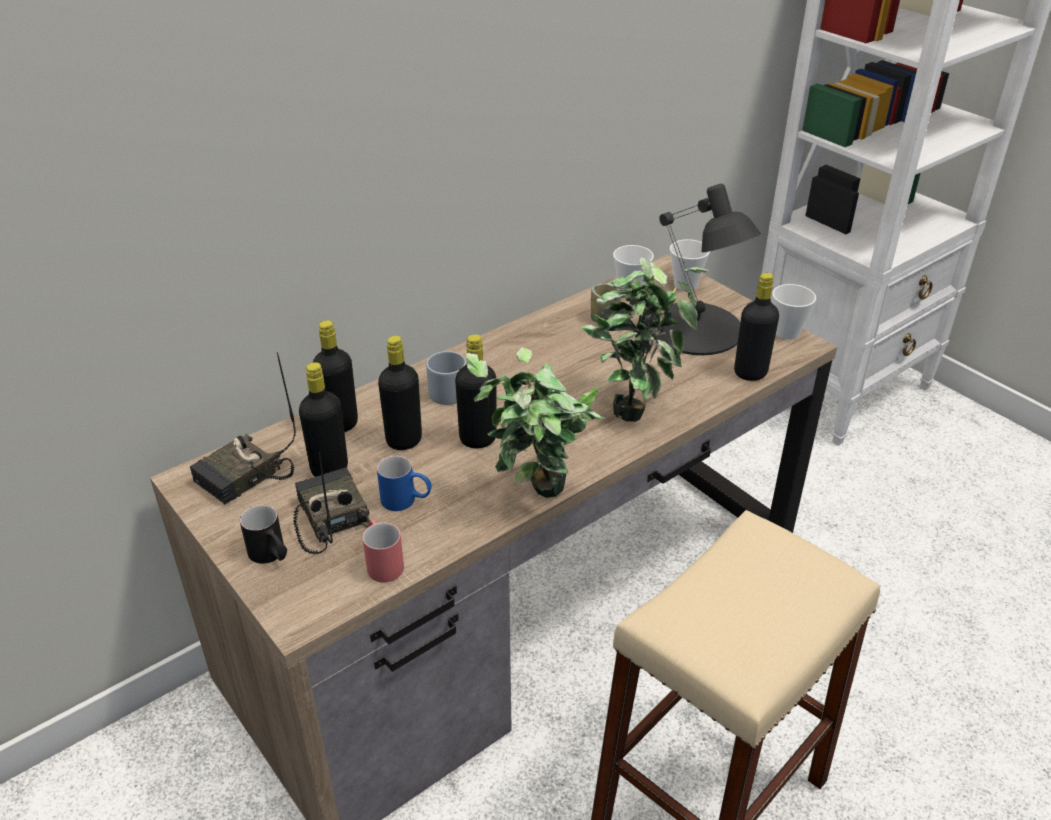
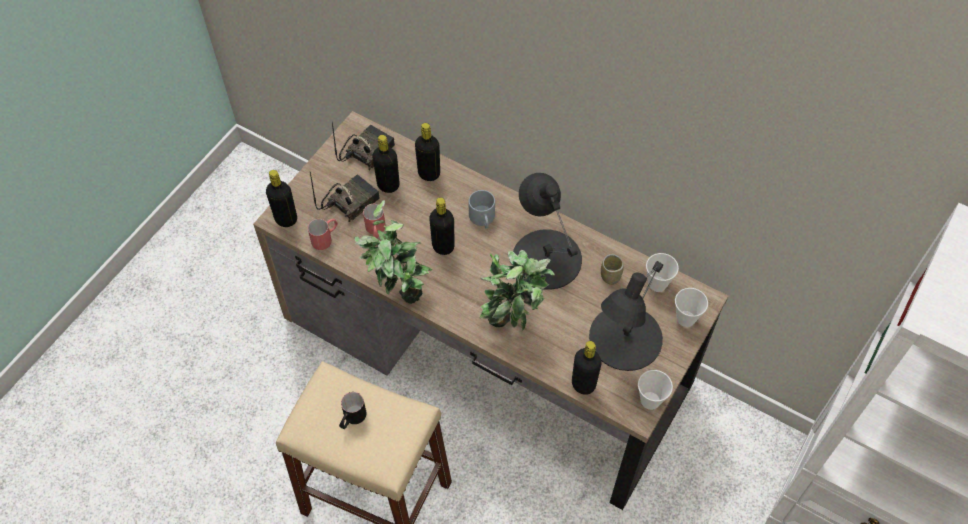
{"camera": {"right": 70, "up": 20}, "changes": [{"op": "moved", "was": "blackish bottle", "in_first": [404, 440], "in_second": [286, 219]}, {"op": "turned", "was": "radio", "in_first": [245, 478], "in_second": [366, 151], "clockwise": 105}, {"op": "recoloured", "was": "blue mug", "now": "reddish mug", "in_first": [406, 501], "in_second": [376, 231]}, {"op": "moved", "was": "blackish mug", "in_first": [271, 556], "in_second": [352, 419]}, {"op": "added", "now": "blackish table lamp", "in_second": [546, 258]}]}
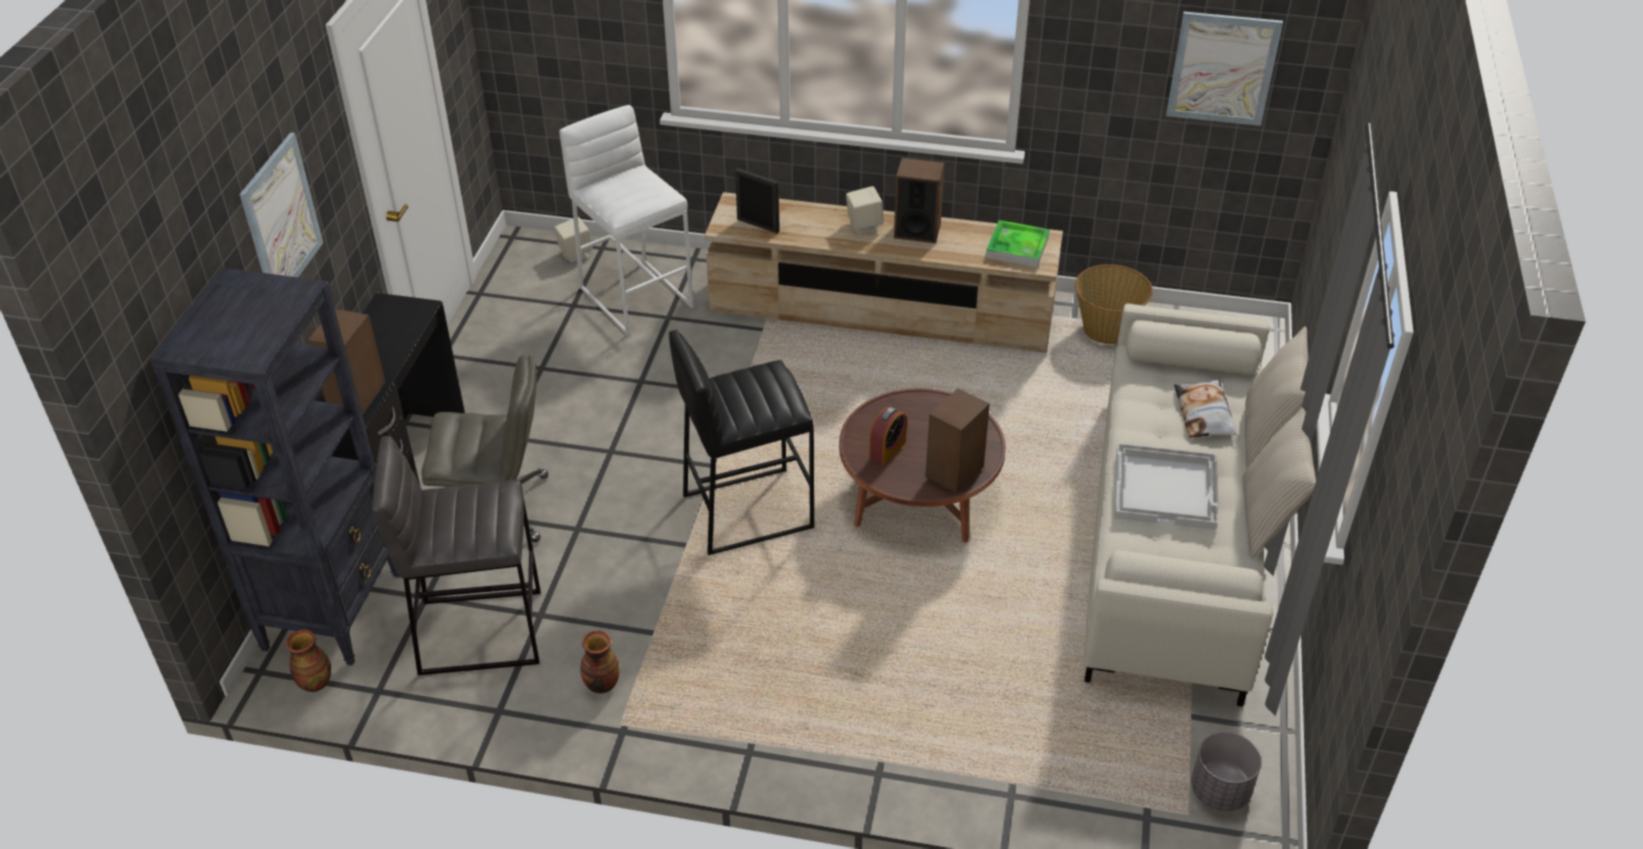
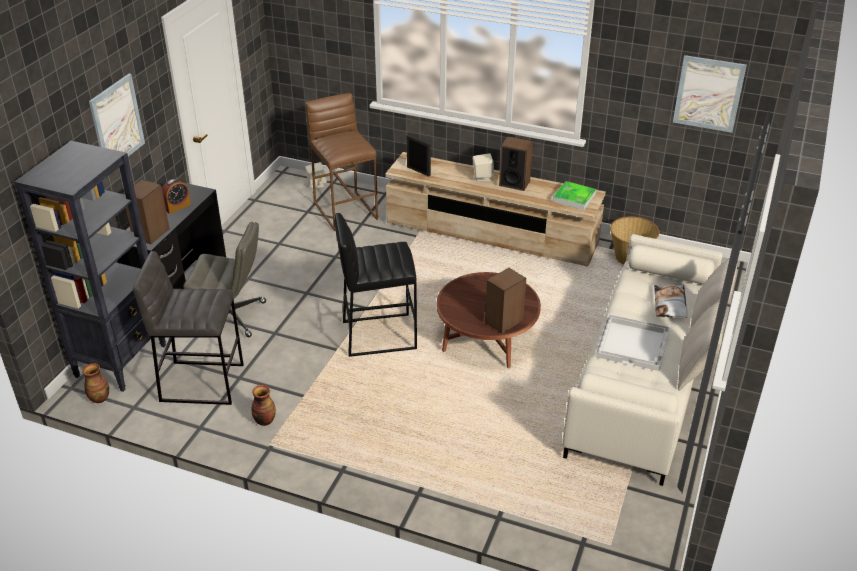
{"camera": {"right": 10, "up": -5}, "changes": [{"op": "recoloured", "was": "whitish stool", "now": "brownish stool", "in_first": [636, 296], "in_second": [346, 210]}, {"op": "moved", "was": "alarm clock", "in_first": [887, 449], "in_second": [177, 207]}, {"op": "removed", "was": "grey flower pot", "in_first": [1220, 790]}]}
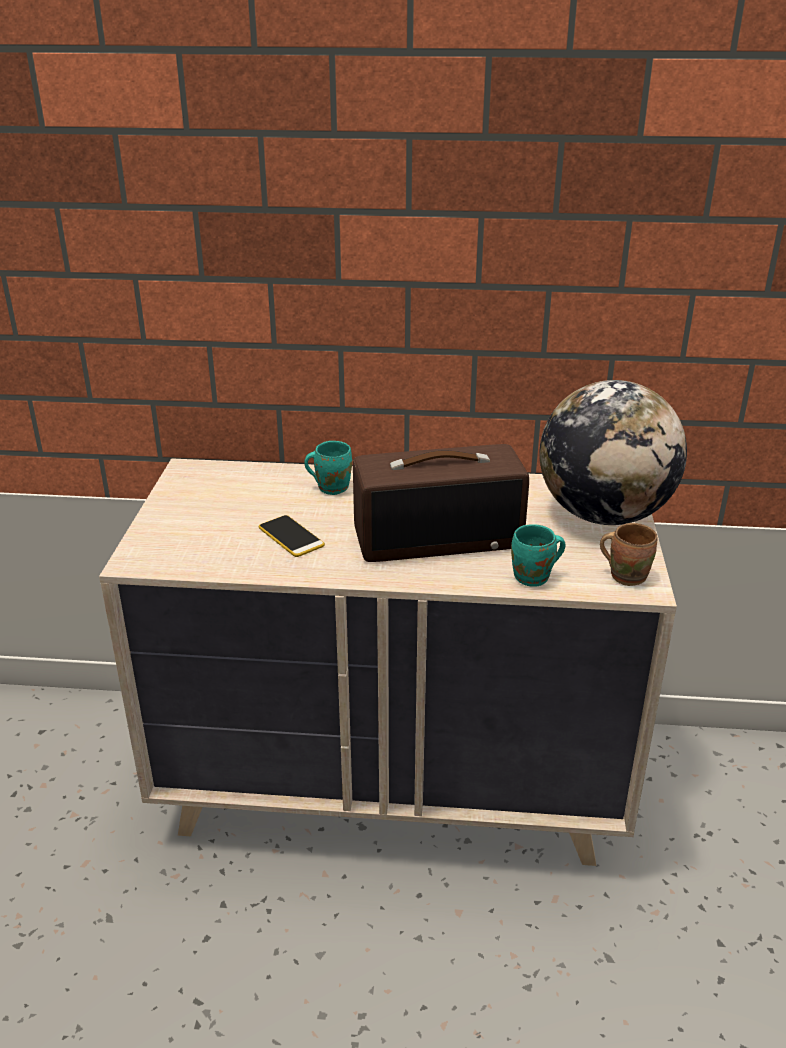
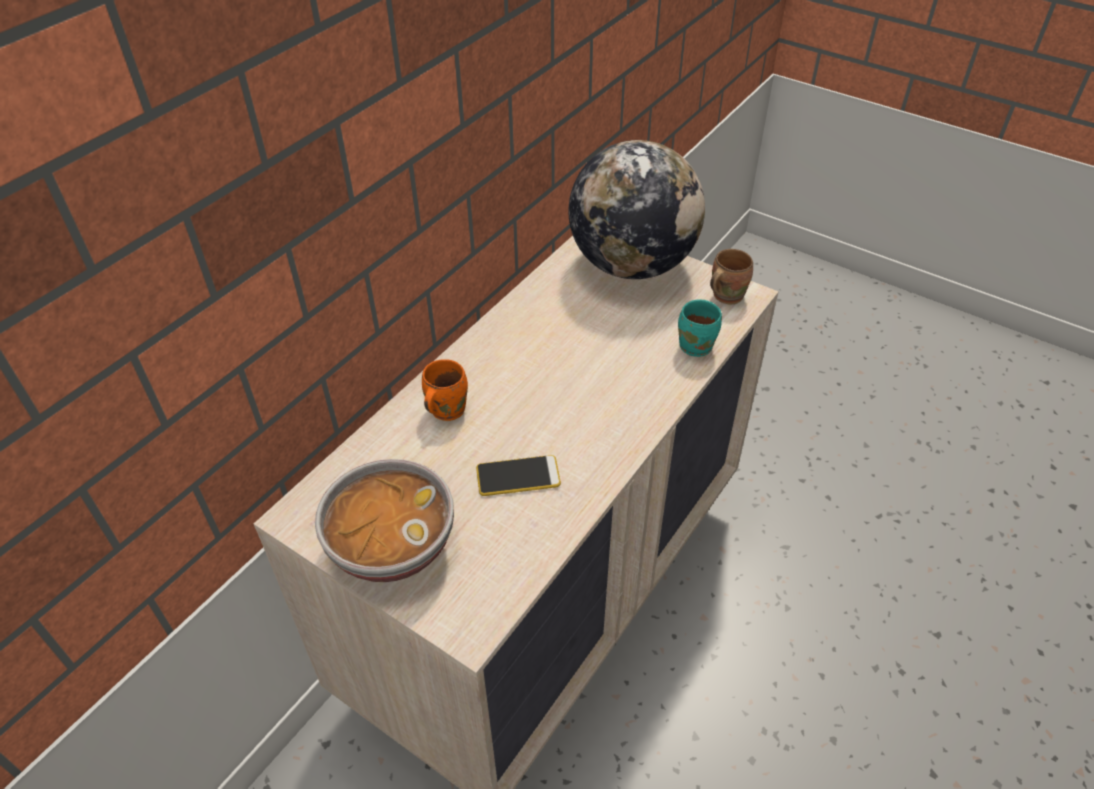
{"camera": {"right": -60, "up": 15}, "changes": [{"op": "recoloured", "was": "turquoise mug", "now": "orange-coloured mug", "in_first": [331, 487], "in_second": [444, 410]}, {"op": "removed", "was": "radio", "in_first": [438, 537]}, {"op": "added", "now": "deep dish", "in_second": [390, 545]}]}
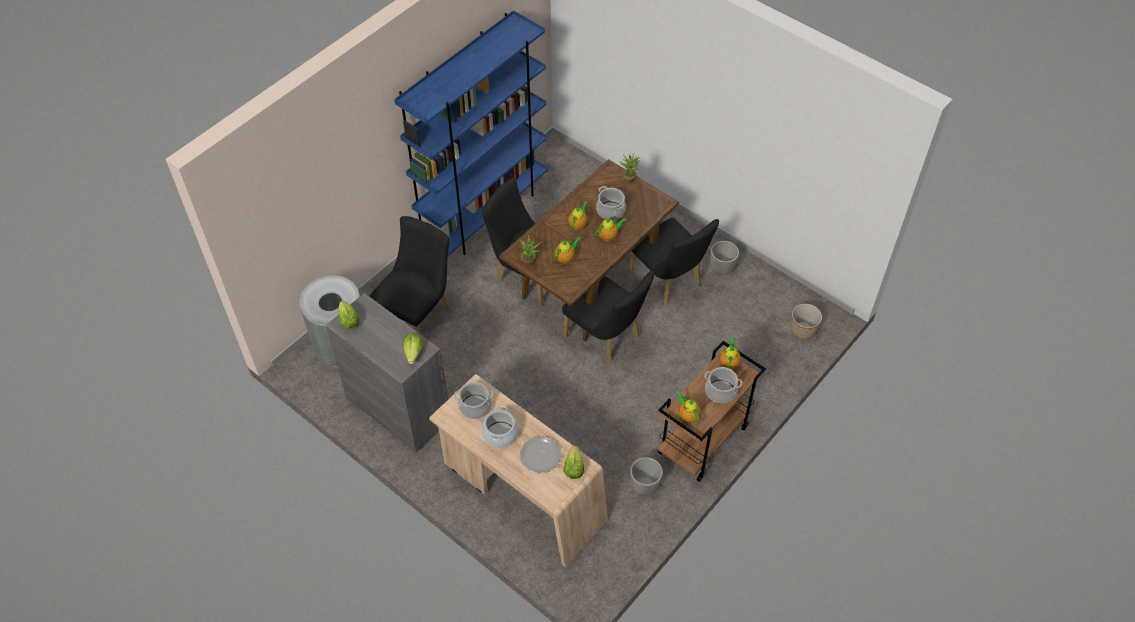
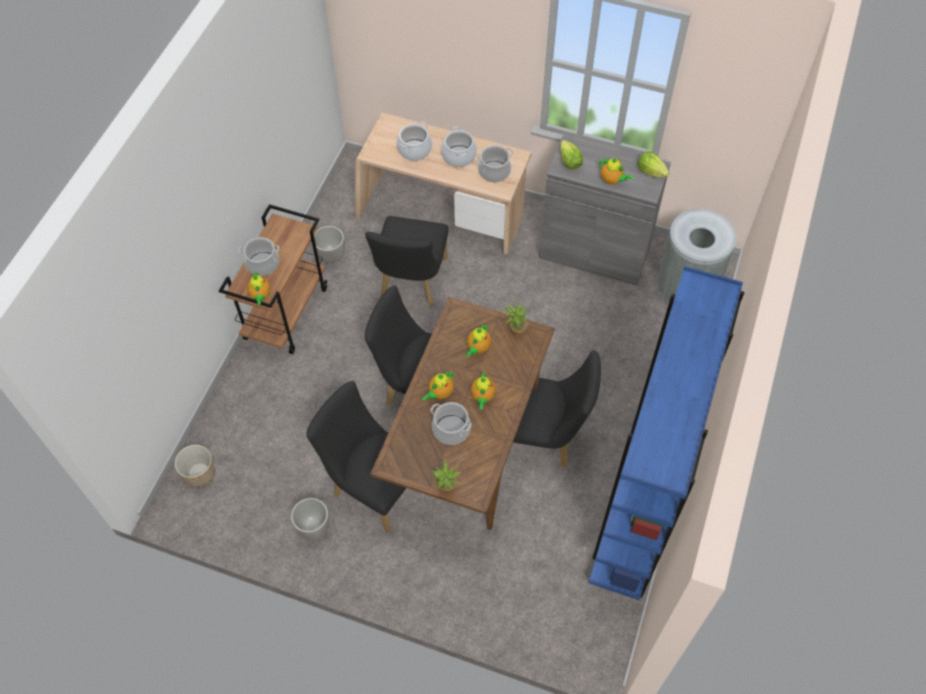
{"camera": {"right": 160, "up": 5}, "changes": [{"op": "moved", "was": "blackish chair", "in_first": [418, 314], "in_second": [411, 283]}, {"op": "moved", "was": "pot for tea", "in_first": [687, 415], "in_second": [612, 180]}, {"op": "replaced", "was": "dinner plate", "now": "cooking pot", "in_first": [540, 456], "in_second": [414, 150]}, {"op": "removed", "was": "lettuce", "in_first": [574, 468]}]}
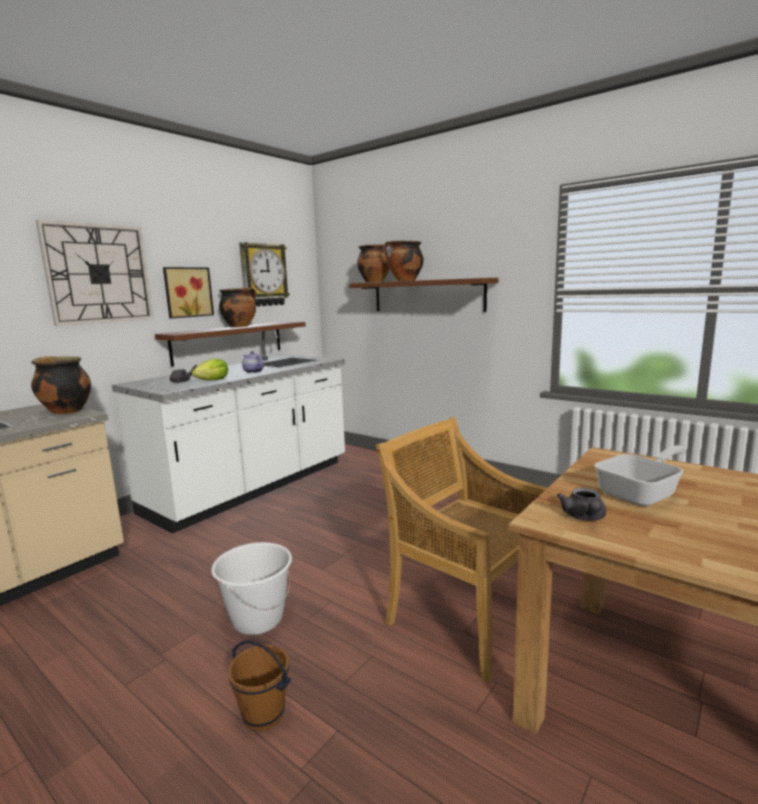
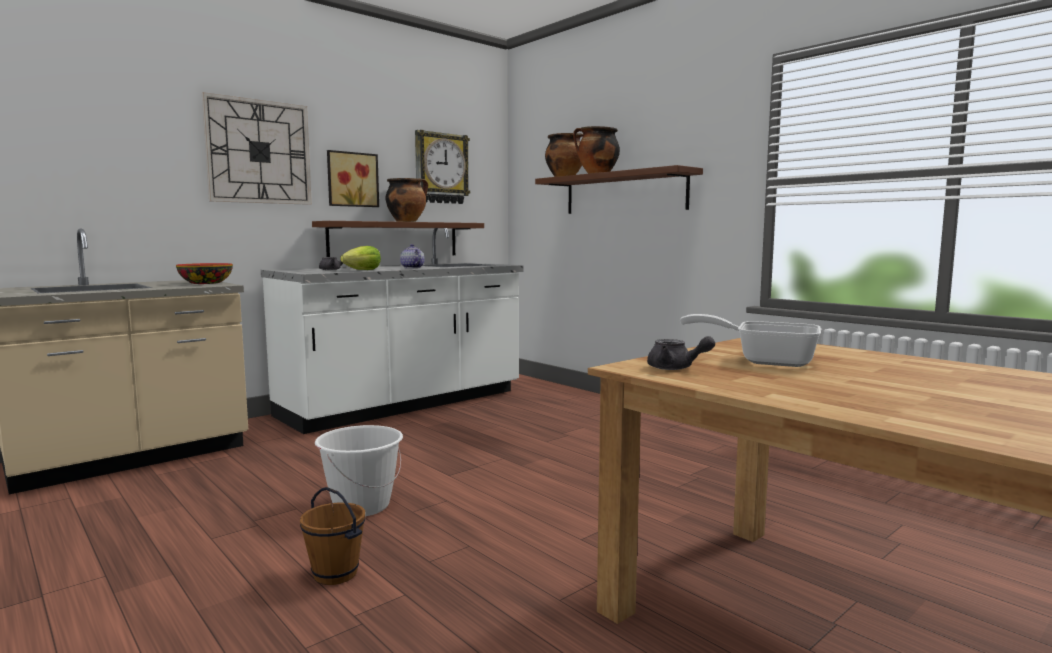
{"camera": {"right": 10, "up": -5}, "changes": [{"op": "replaced", "was": "cooking pot", "now": "deep dish", "in_first": [65, 411], "in_second": [205, 283]}, {"op": "removed", "was": "beige-coloured chair", "in_first": [465, 617]}, {"op": "turned", "was": "skillet", "in_first": [642, 494], "in_second": [764, 360], "clockwise": -135}, {"op": "turned", "was": "grey pot for tea", "in_first": [584, 517], "in_second": [676, 368], "clockwise": -75}]}
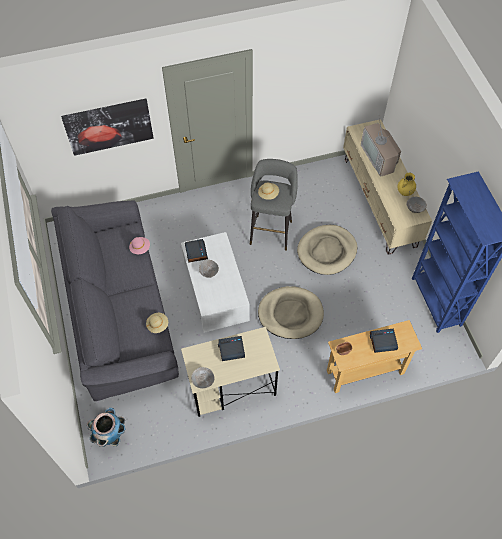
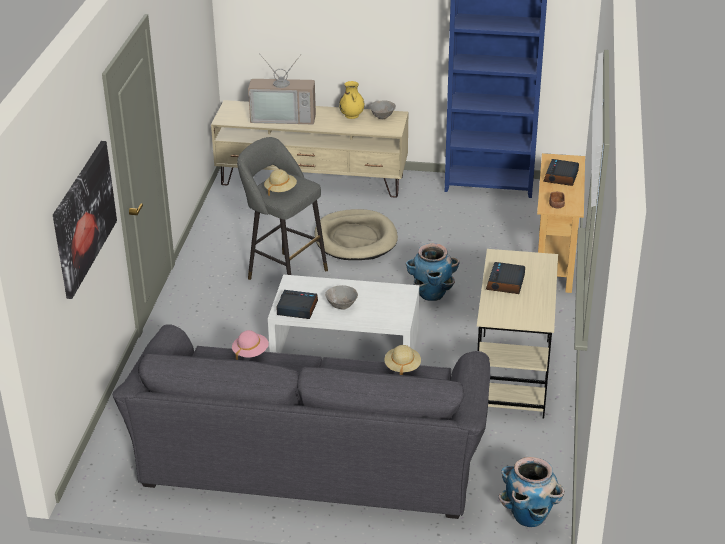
{"camera": {"right": -65, "up": -25}, "changes": [{"op": "replaced", "was": "beige-coloured dog cushion", "now": "flower pot", "in_first": [290, 314], "in_second": [431, 294]}, {"op": "removed", "was": "grey deep dish", "in_first": [203, 381]}]}
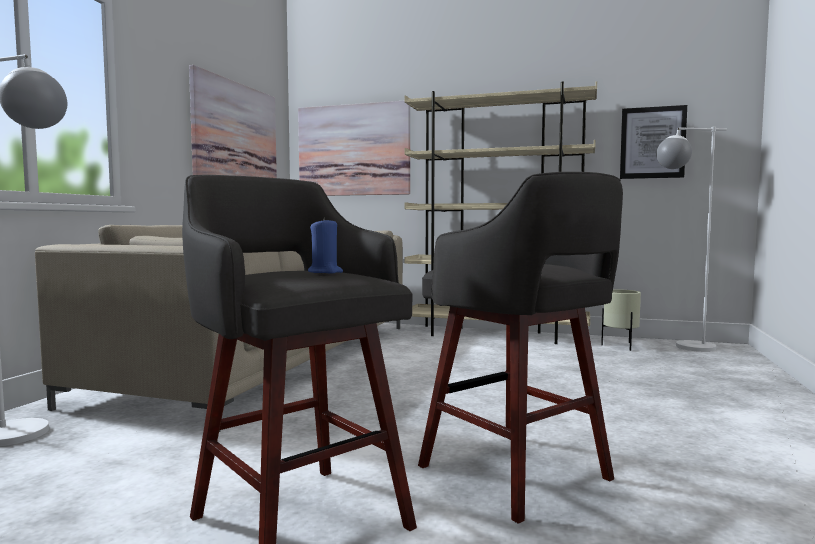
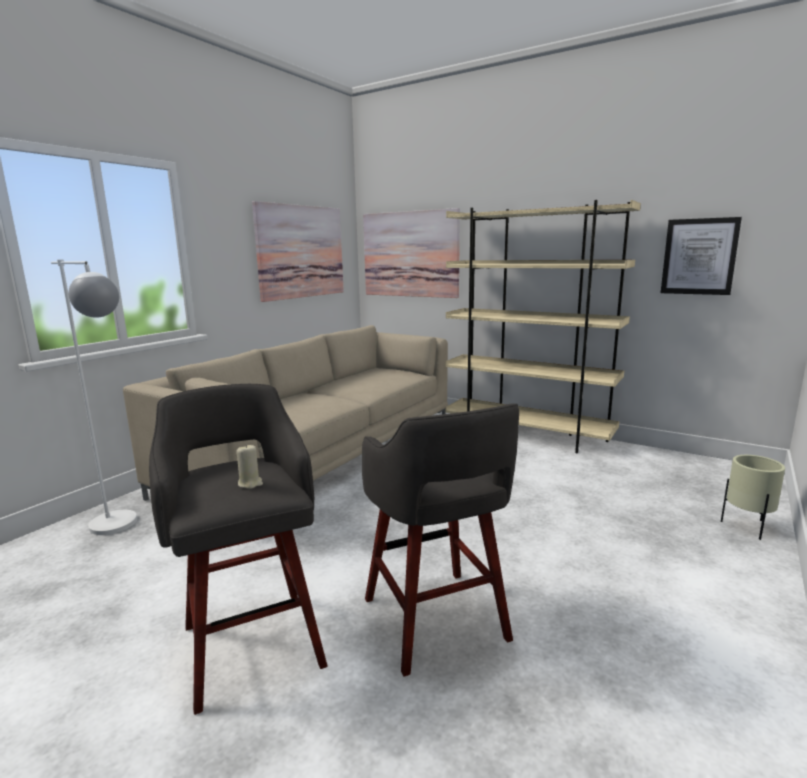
{"camera": {"right": 15, "up": 10}, "changes": [{"op": "removed", "was": "whitish floor lamp", "in_first": [683, 348]}, {"op": "recoloured", "was": "blue wax candle", "now": "beige-coloured wax candle", "in_first": [325, 272], "in_second": [250, 483]}, {"op": "moved", "was": "beige-coloured flower pot", "in_first": [620, 346], "in_second": [746, 527]}]}
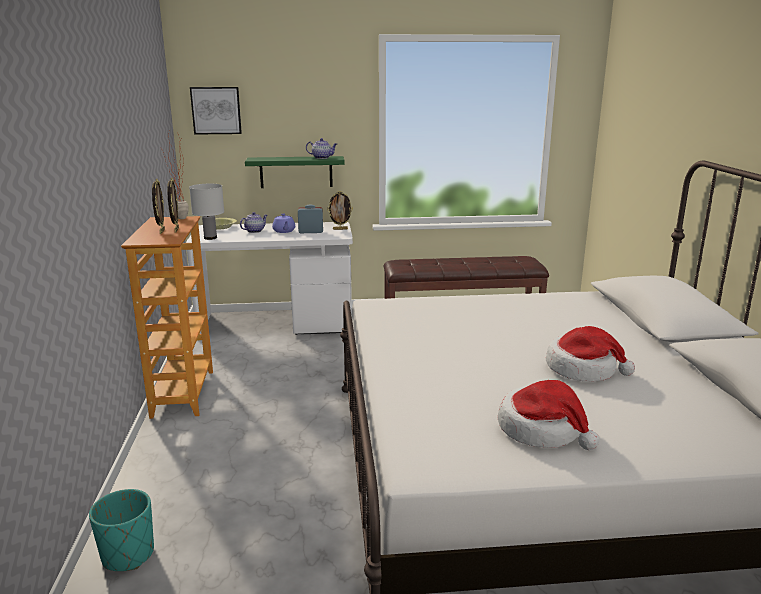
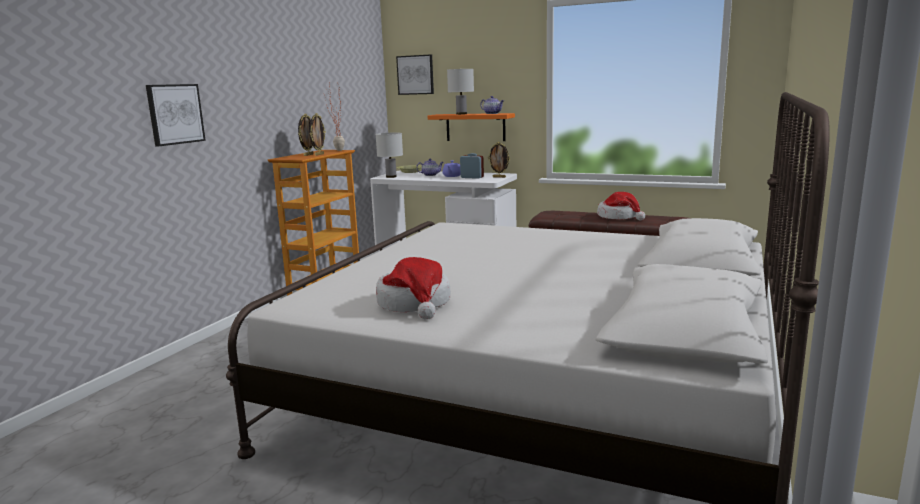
{"camera": {"right": 30, "up": -5}, "changes": [{"op": "recoloured", "was": "greenish wall shelf", "now": "orange-coloured wall shelf", "in_first": [296, 172], "in_second": [475, 127]}, {"op": "moved", "was": "clothing hat", "in_first": [583, 369], "in_second": [619, 217]}, {"op": "removed", "was": "turquoise flower pot", "in_first": [128, 555]}, {"op": "added", "now": "whitish table lamp", "in_second": [461, 114]}, {"op": "added", "now": "picture", "in_second": [175, 114]}]}
